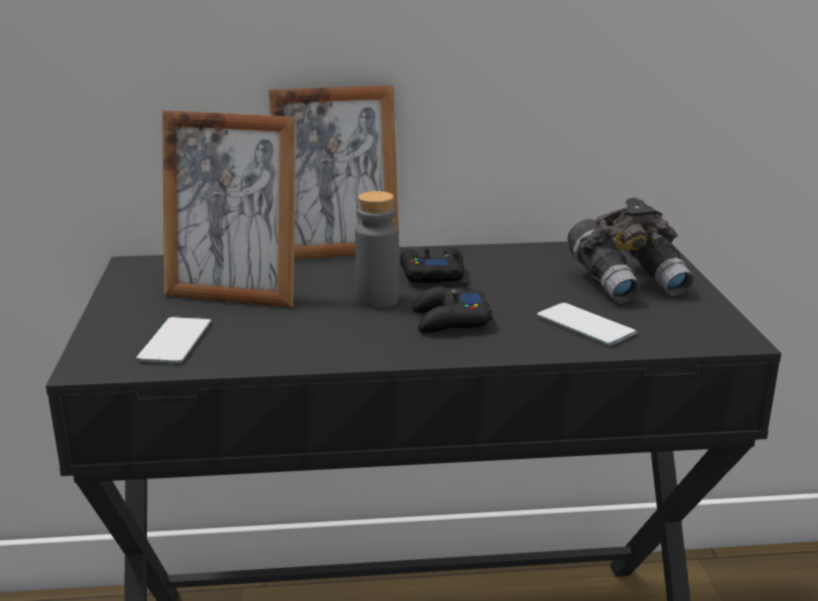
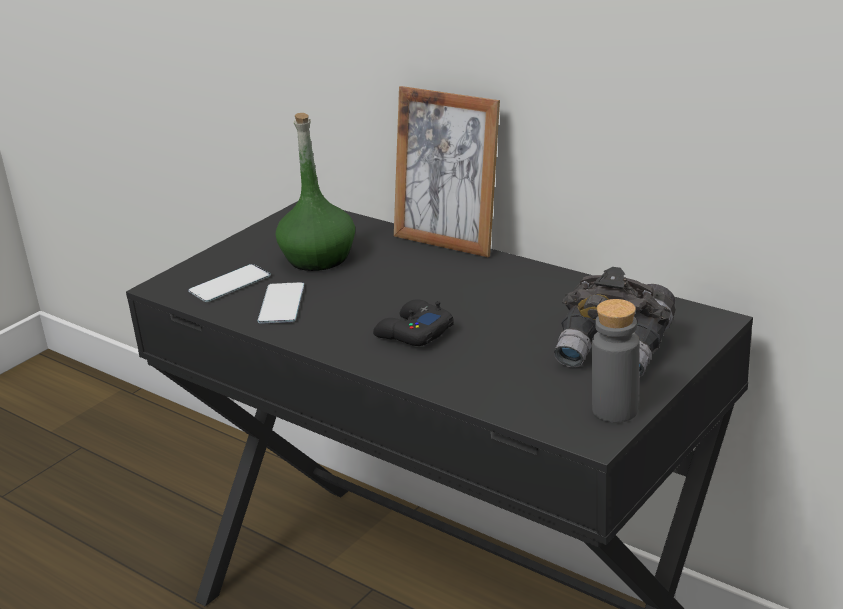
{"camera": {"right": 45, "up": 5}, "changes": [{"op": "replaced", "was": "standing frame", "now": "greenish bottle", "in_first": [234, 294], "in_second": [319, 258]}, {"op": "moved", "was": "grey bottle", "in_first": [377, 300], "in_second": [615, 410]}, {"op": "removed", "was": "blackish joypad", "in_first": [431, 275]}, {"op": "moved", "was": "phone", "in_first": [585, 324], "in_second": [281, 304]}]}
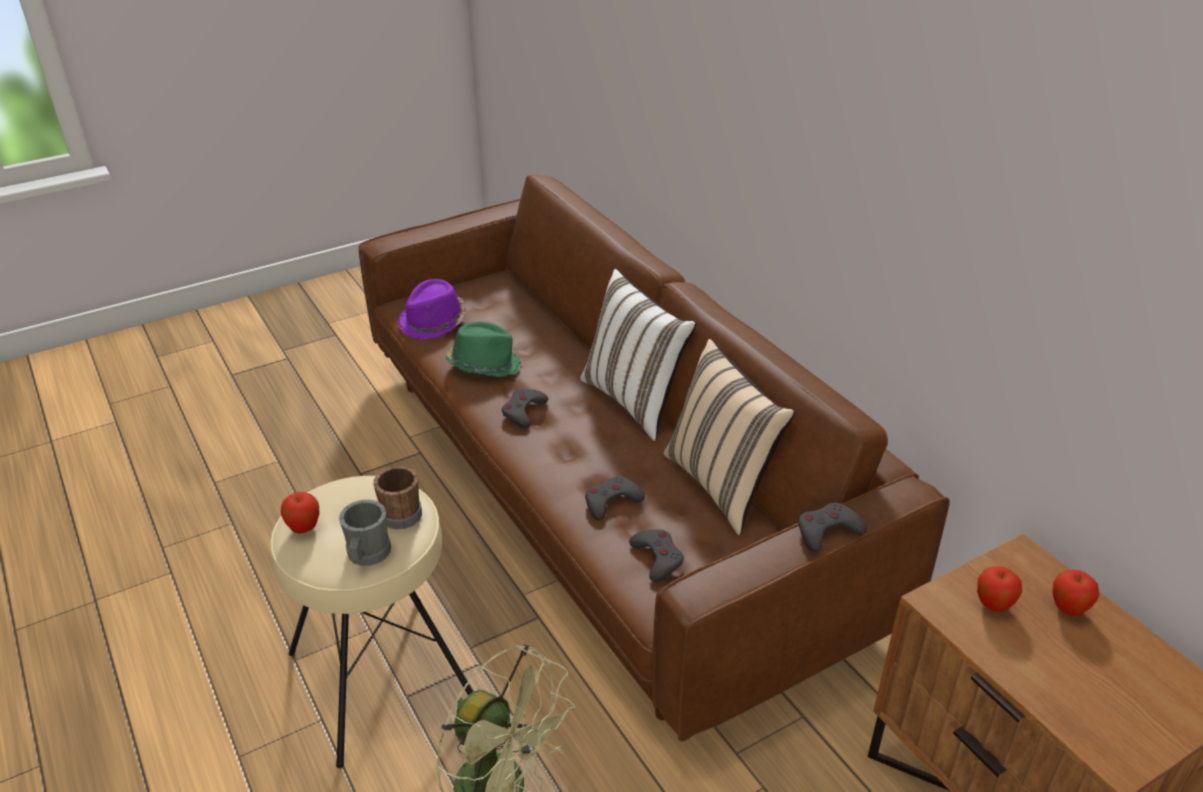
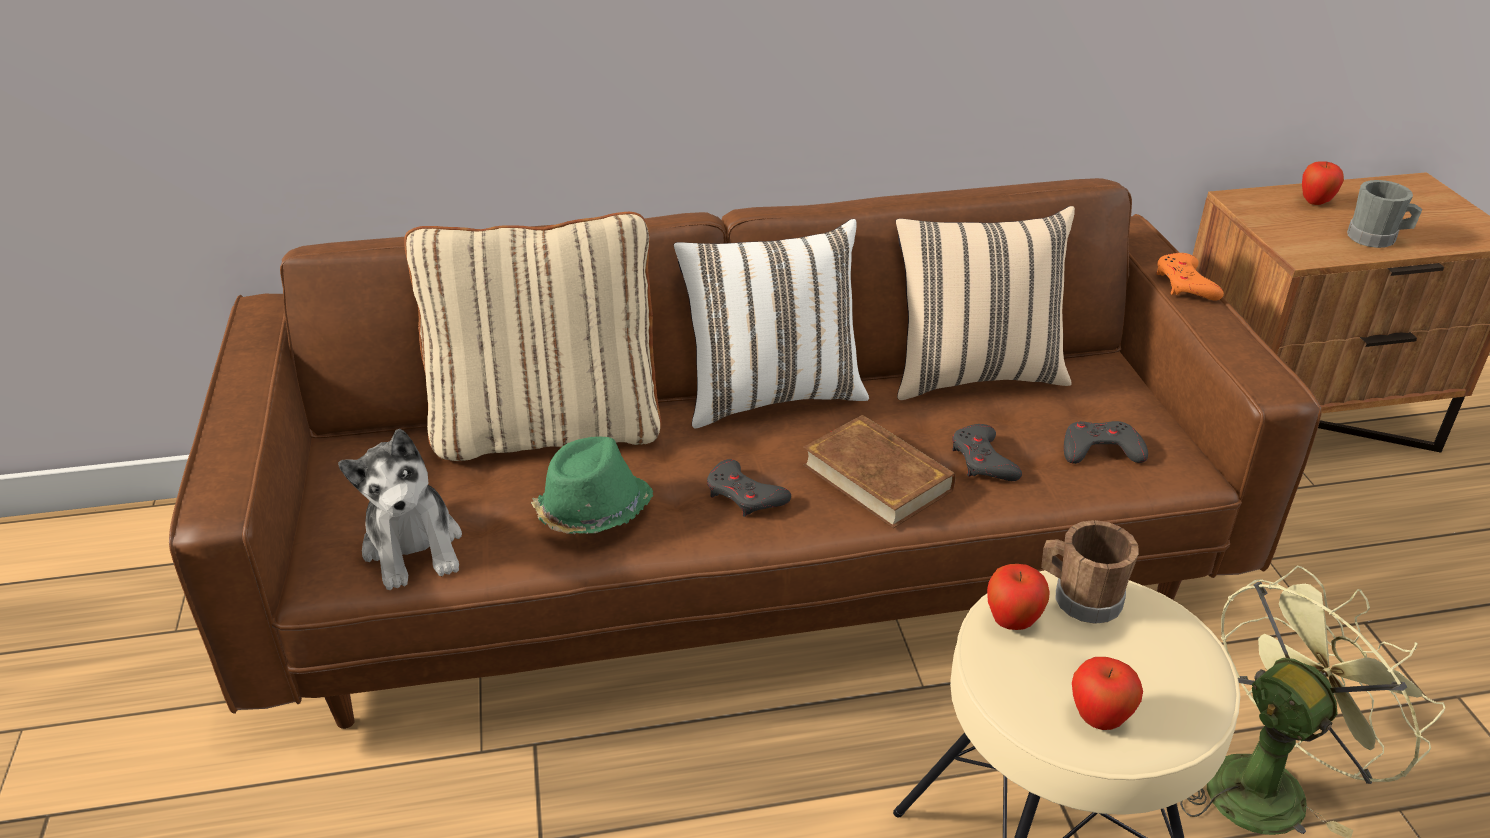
{"camera": {"right": -70, "up": 0}, "changes": [{"op": "replaced", "was": "purple-coloured clothing hat", "now": "soft toy", "in_first": [434, 322], "in_second": [414, 547]}, {"op": "moved", "was": "grey mug", "in_first": [367, 555], "in_second": [1377, 239]}, {"op": "recoloured", "was": "grey joypad", "now": "orange-coloured joypad", "in_first": [827, 531], "in_second": [1185, 284]}, {"op": "moved", "was": "apple", "in_first": [993, 606], "in_second": [1012, 622]}, {"op": "added", "now": "beige-coloured throw pillow", "in_second": [548, 428]}, {"op": "added", "now": "brownish volume", "in_second": [877, 477]}]}
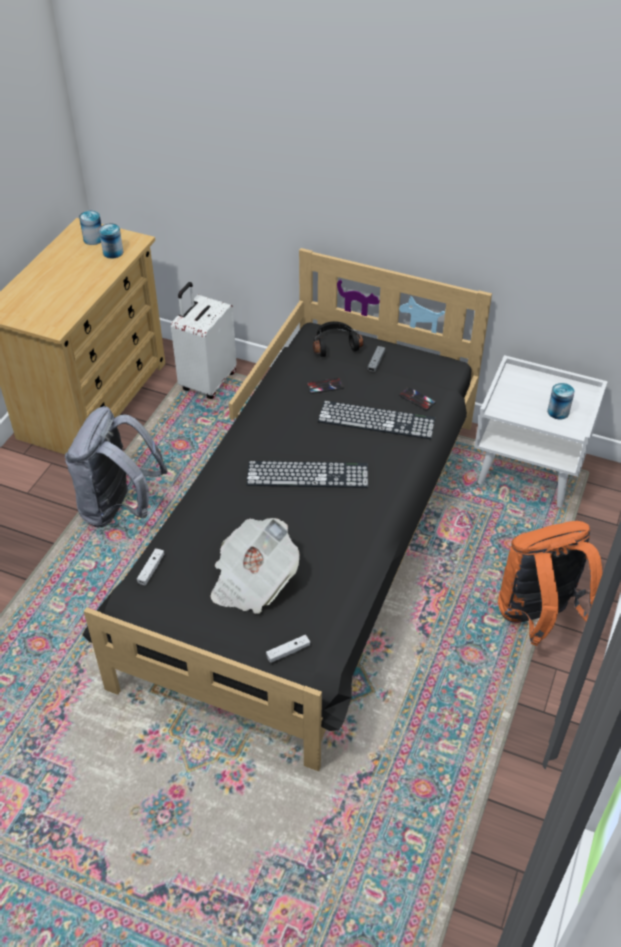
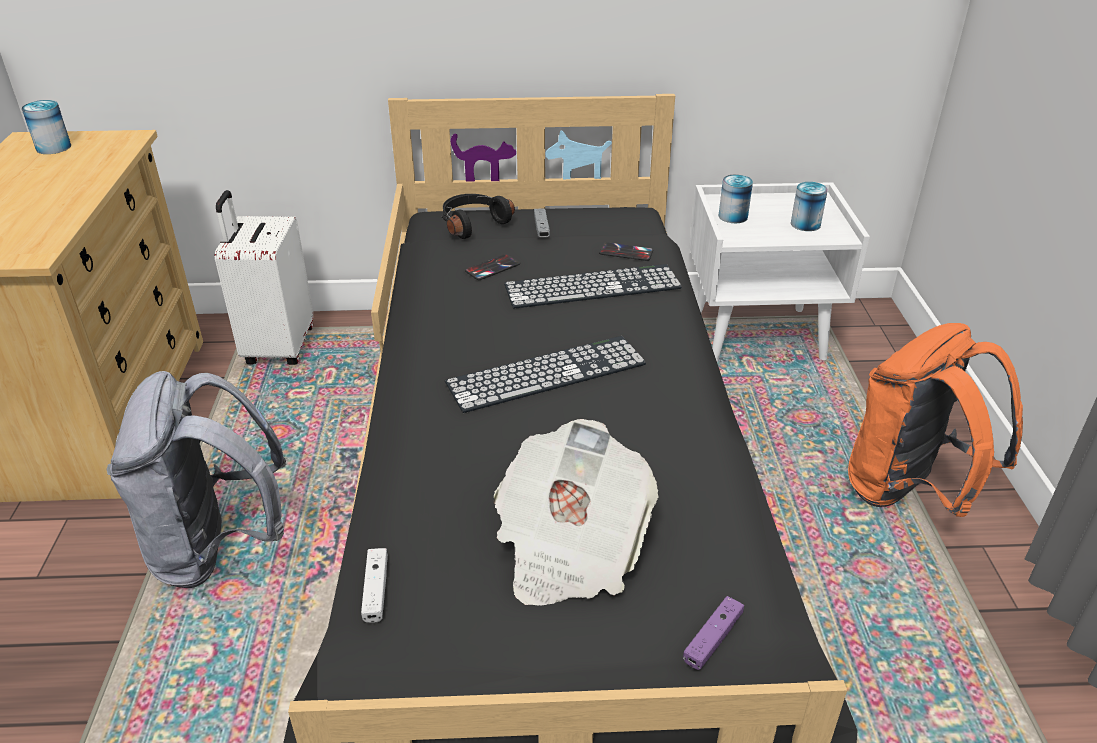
{"camera": {"right": -25, "up": -10}, "changes": [{"op": "moved", "was": "can", "in_first": [113, 252], "in_second": [733, 216]}, {"op": "recoloured", "was": "whitish joypad", "now": "purple-coloured joypad", "in_first": [288, 652], "in_second": [712, 639]}]}
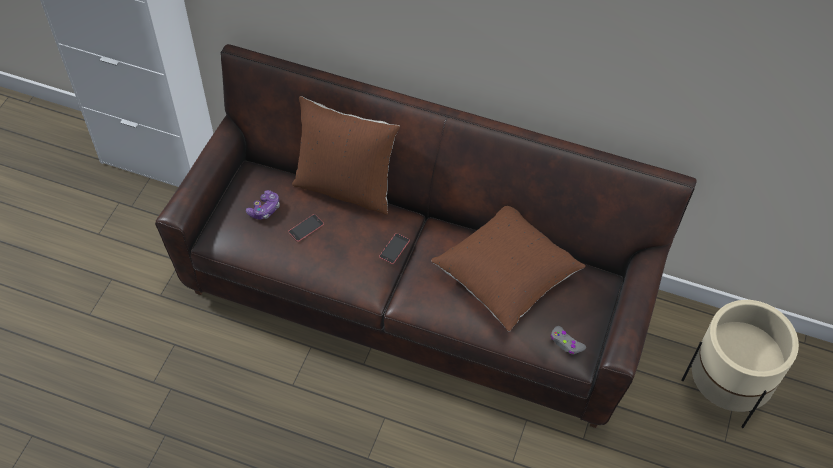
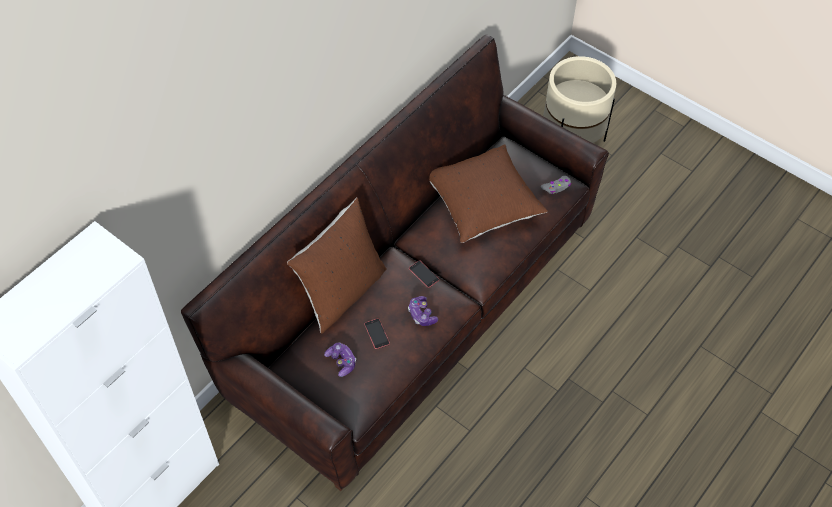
{"camera": {"right": -70, "up": 0}, "changes": [{"op": "added", "now": "joypad", "in_second": [422, 315]}]}
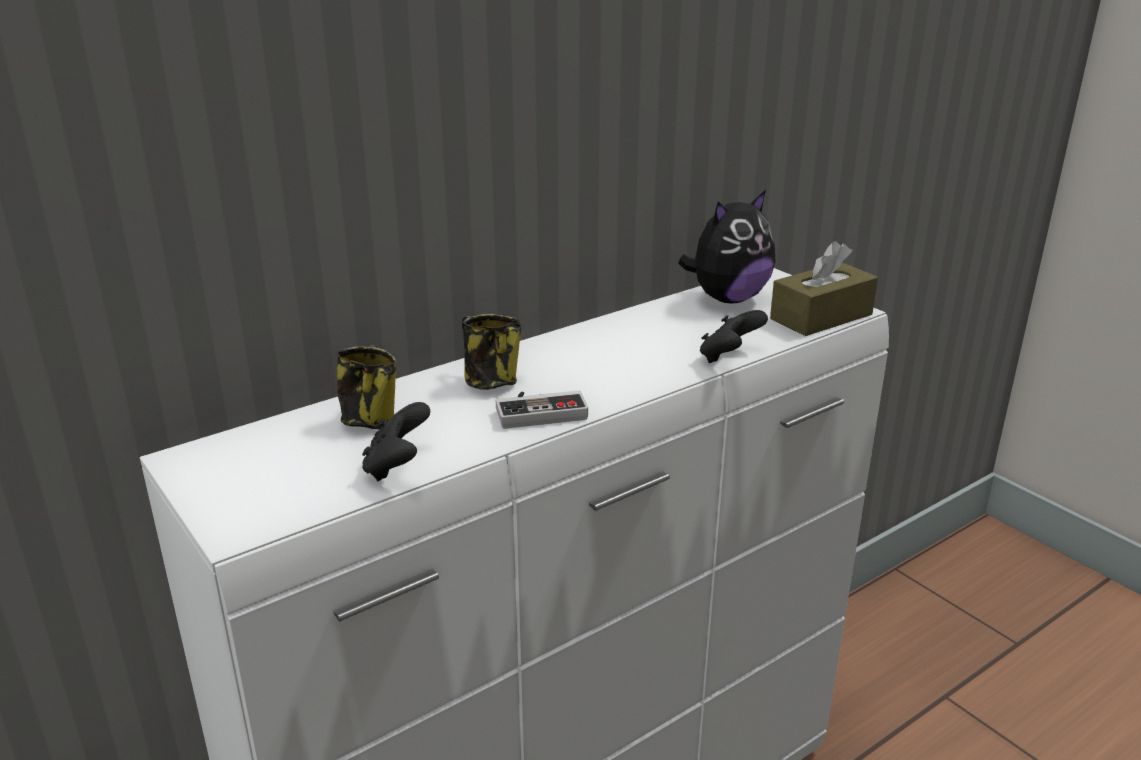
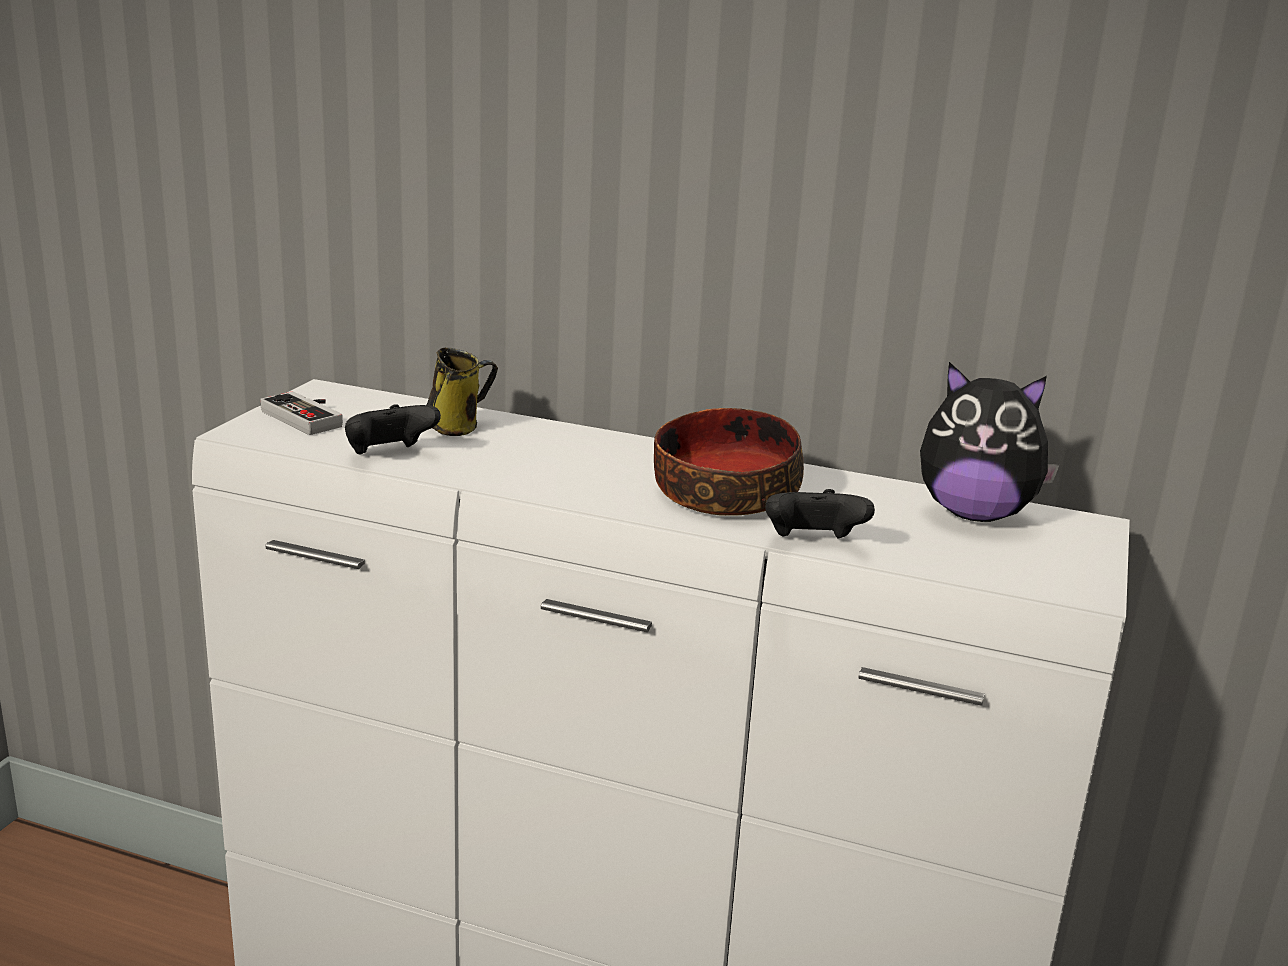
{"camera": {"right": 55, "up": -5}, "changes": [{"op": "removed", "was": "brownish tissue box", "in_first": [821, 317]}, {"op": "removed", "was": "mug", "in_first": [488, 382]}, {"op": "moved", "was": "joypad", "in_first": [540, 410], "in_second": [309, 417]}, {"op": "added", "now": "deep dish", "in_second": [724, 493]}]}
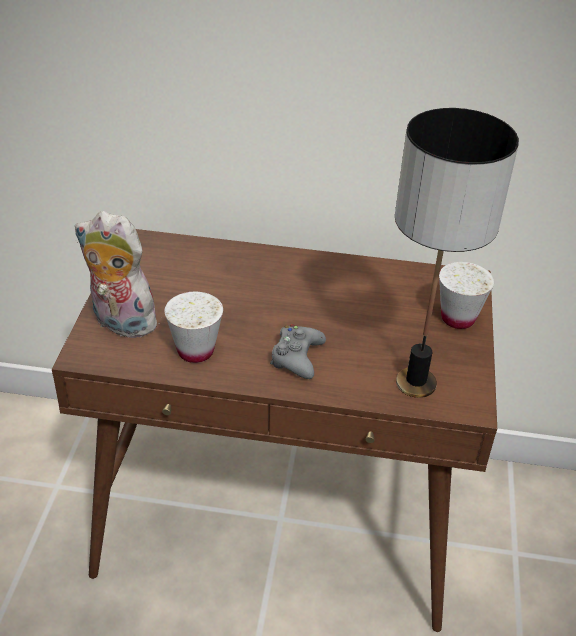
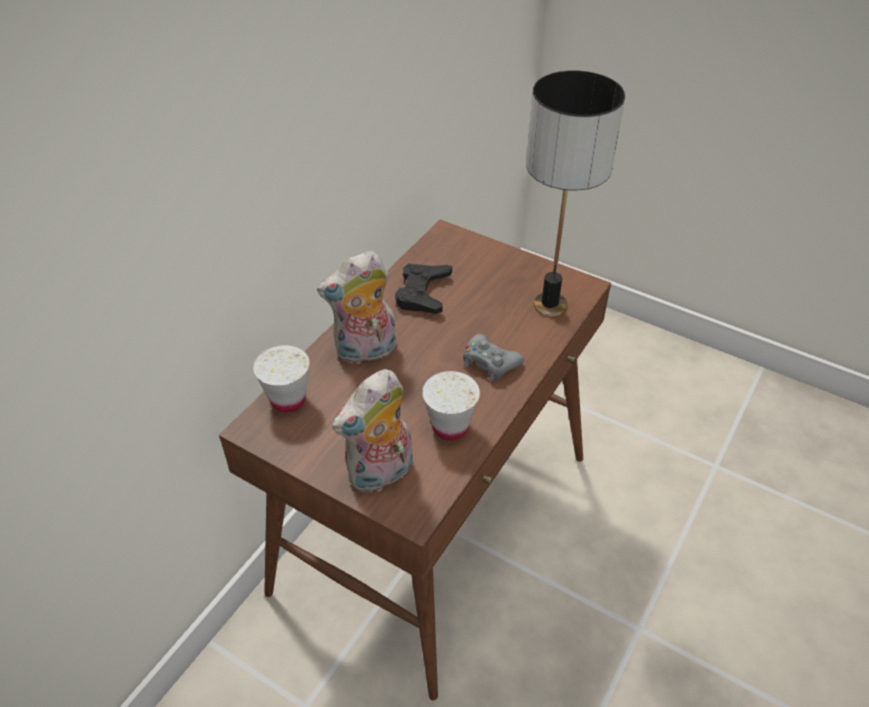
{"camera": {"right": -65, "up": 5}, "changes": [{"op": "moved", "was": "whitish cup", "in_first": [457, 318], "in_second": [288, 400]}, {"op": "added", "now": "soft toy", "in_second": [365, 352]}, {"op": "added", "now": "blackish joypad", "in_second": [423, 293]}]}
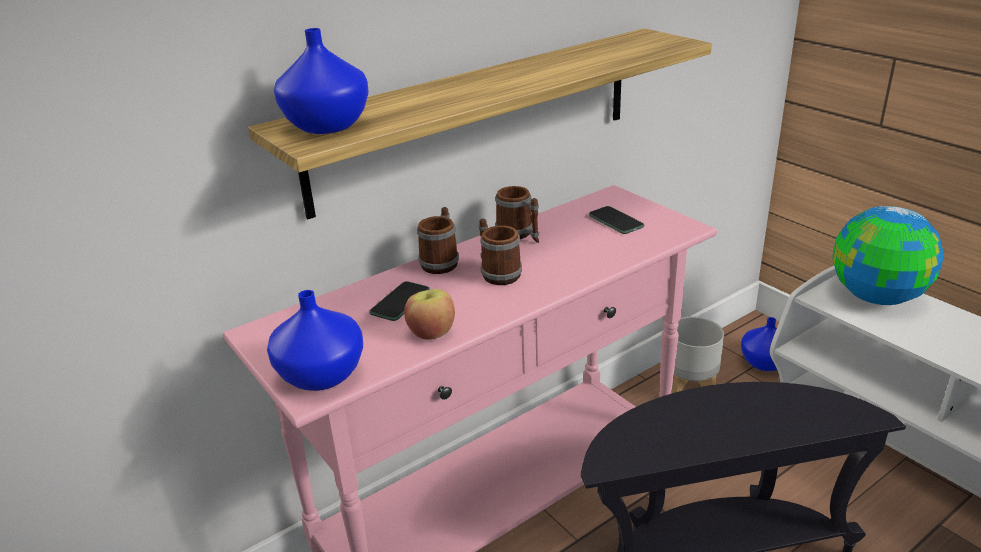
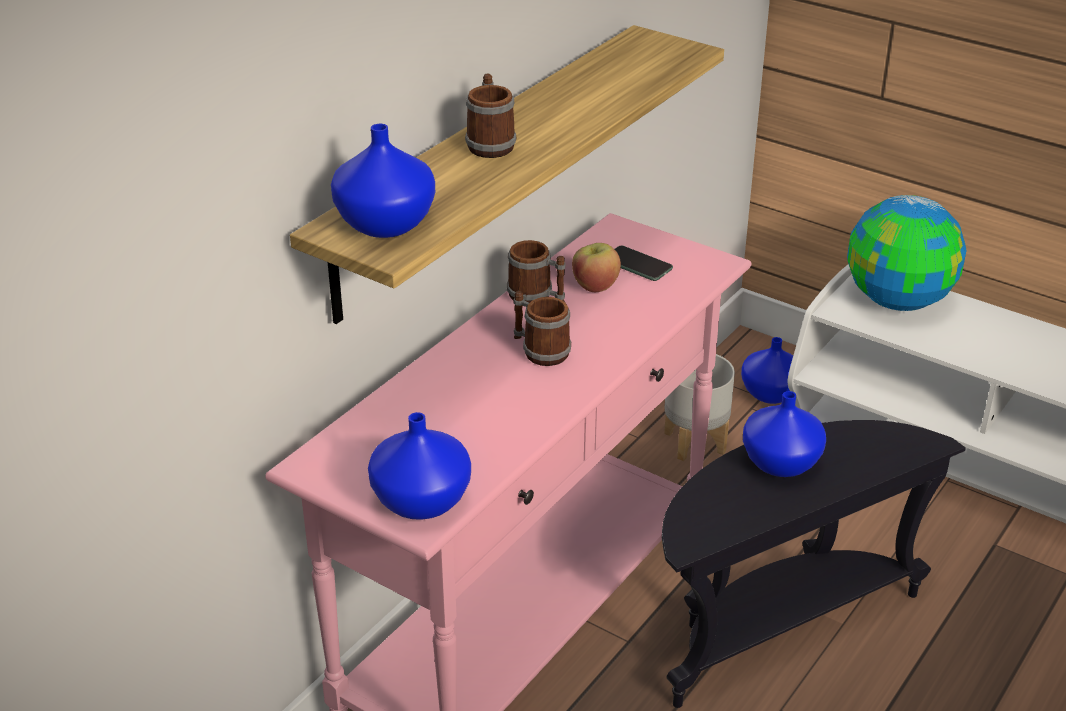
{"camera": {"right": -20, "up": 5}, "changes": [{"op": "moved", "was": "mug", "in_first": [441, 261], "in_second": [490, 143]}, {"op": "removed", "was": "phone", "in_first": [400, 302]}, {"op": "moved", "was": "apple", "in_first": [431, 332], "in_second": [595, 286]}, {"op": "added", "now": "blue flower vase", "in_second": [782, 462]}]}
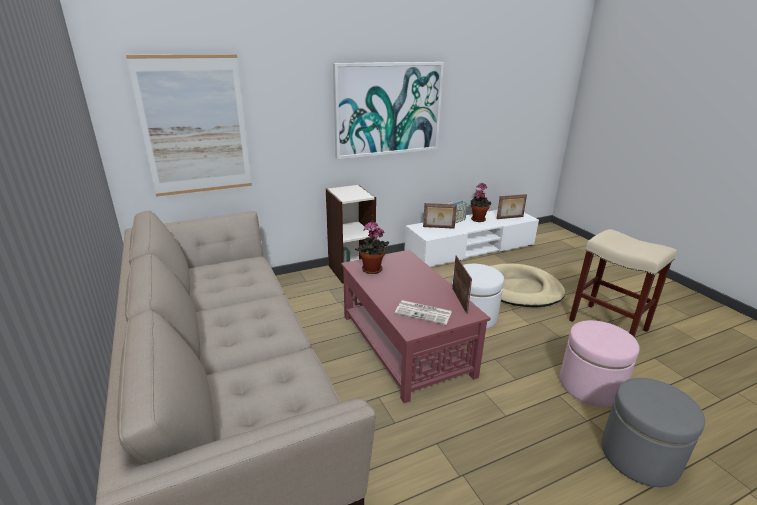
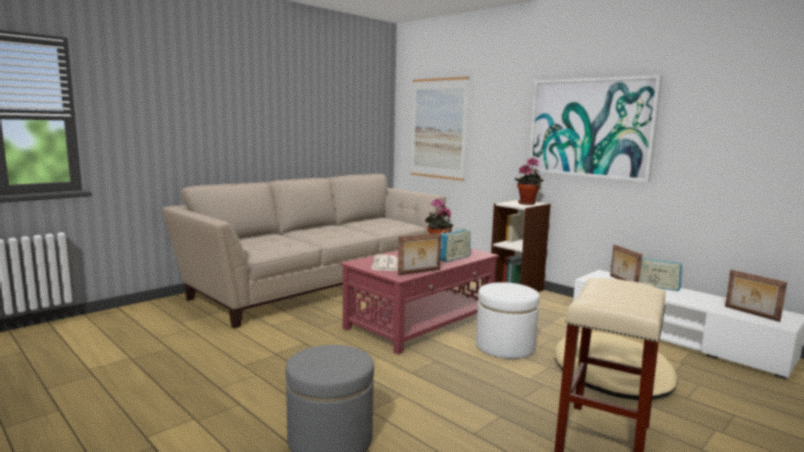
{"camera": {"right": 70, "up": -15}, "changes": [{"op": "moved", "was": "houseplant", "in_first": [478, 219], "in_second": [528, 203]}, {"op": "removed", "was": "pink footrest", "in_first": [590, 385]}, {"op": "added", "now": "radio", "in_second": [454, 258]}]}
